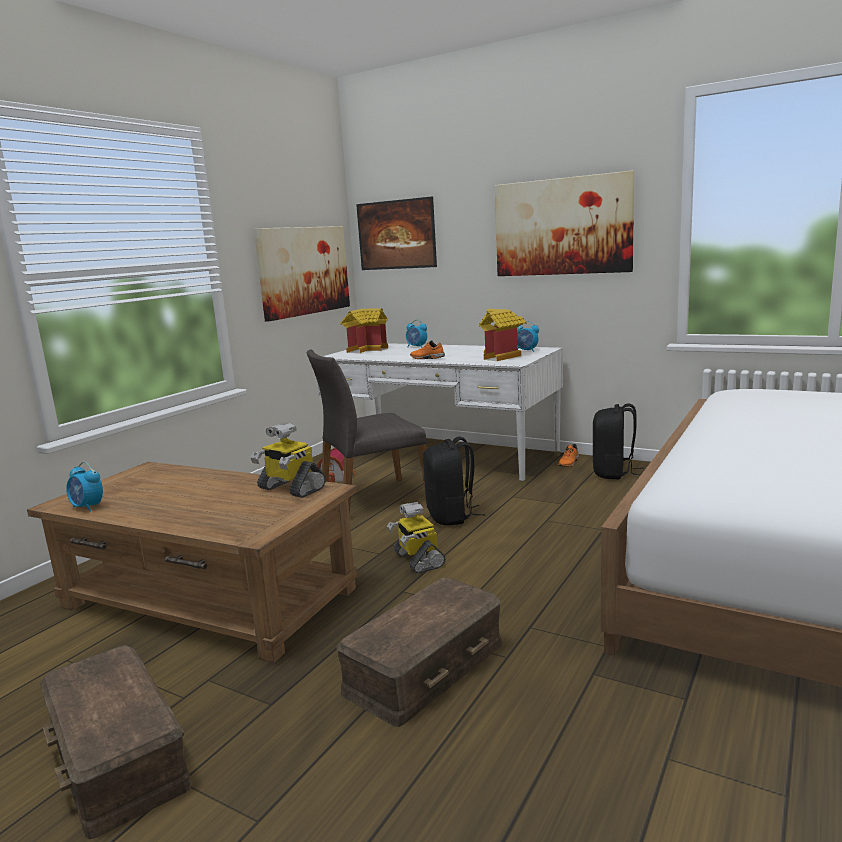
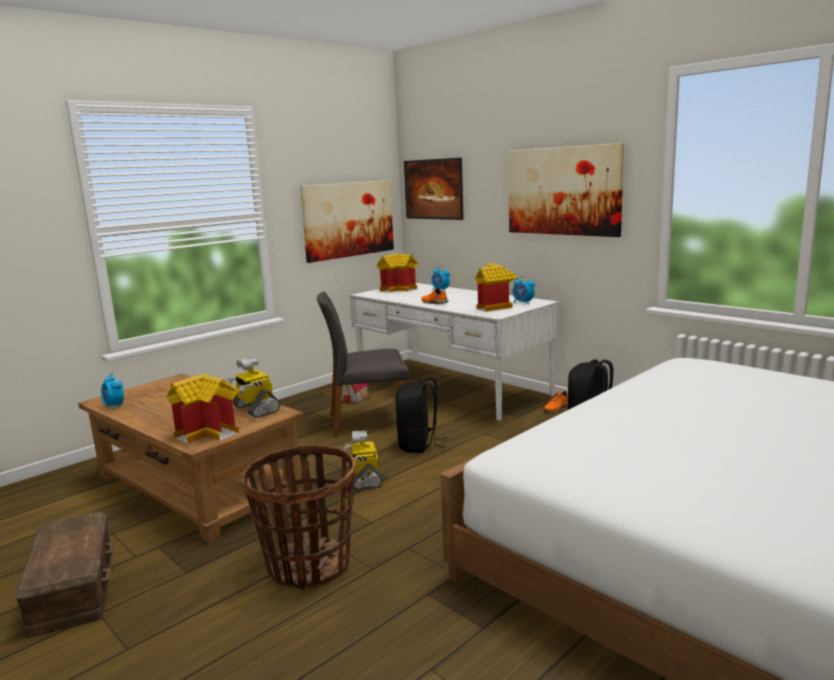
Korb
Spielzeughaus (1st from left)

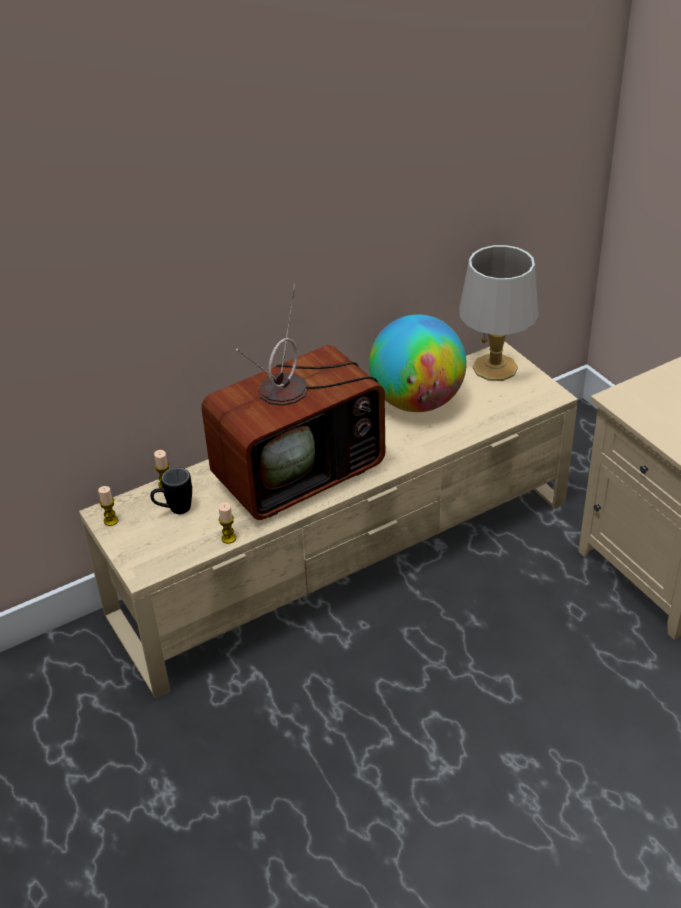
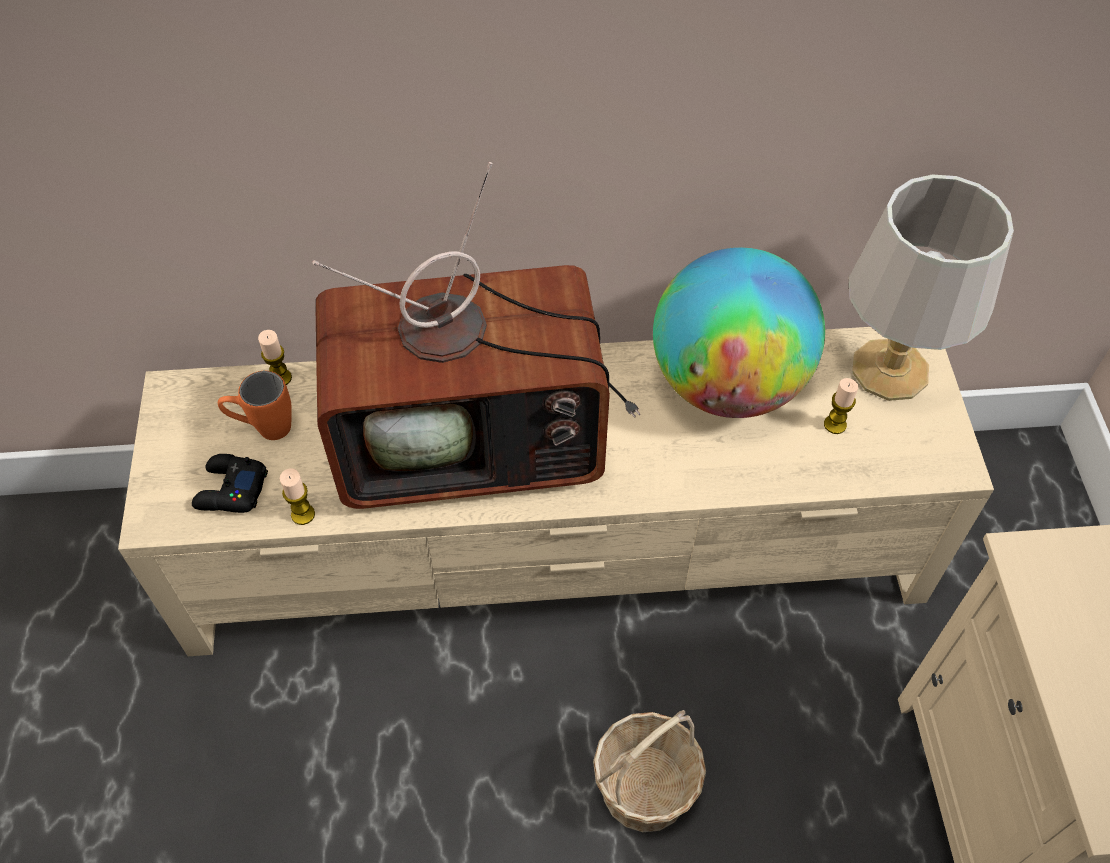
Kerze (3rd from left)
Henkelbecher/orange
Gamepad/schwarz
Korb

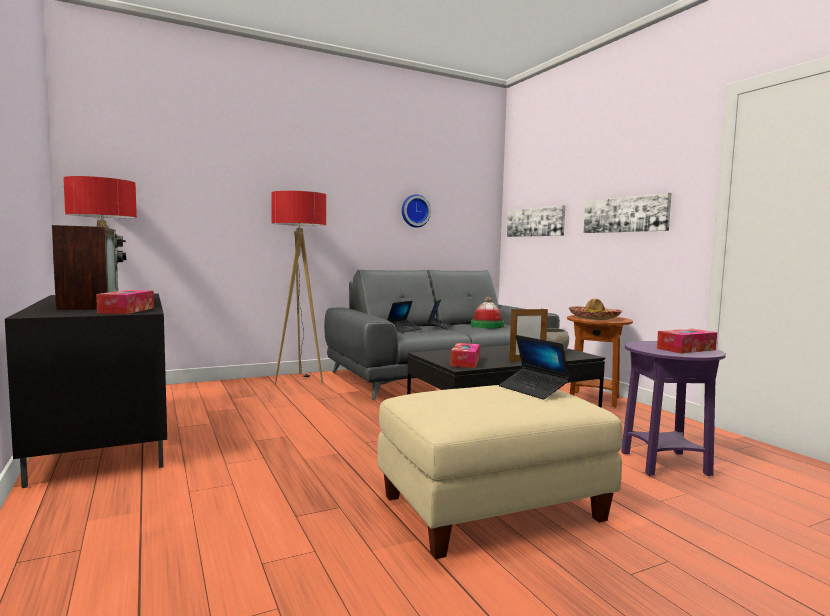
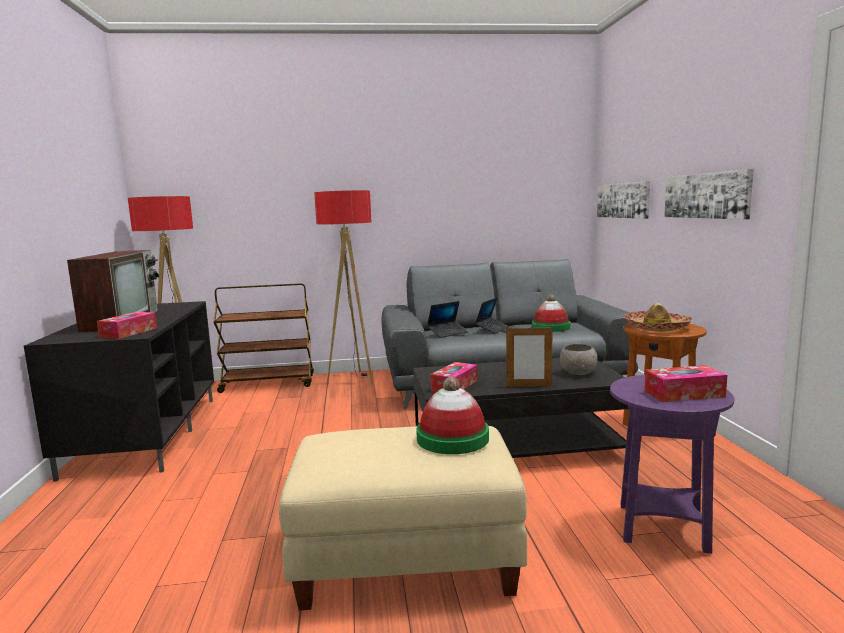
Wanduhr
Hut (1st from left)
Rollwagen/braun

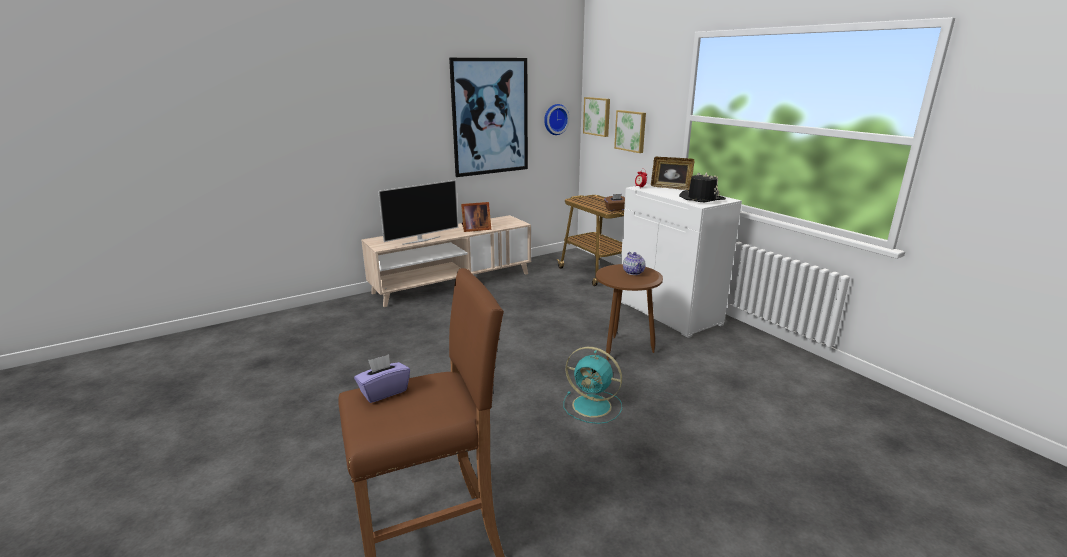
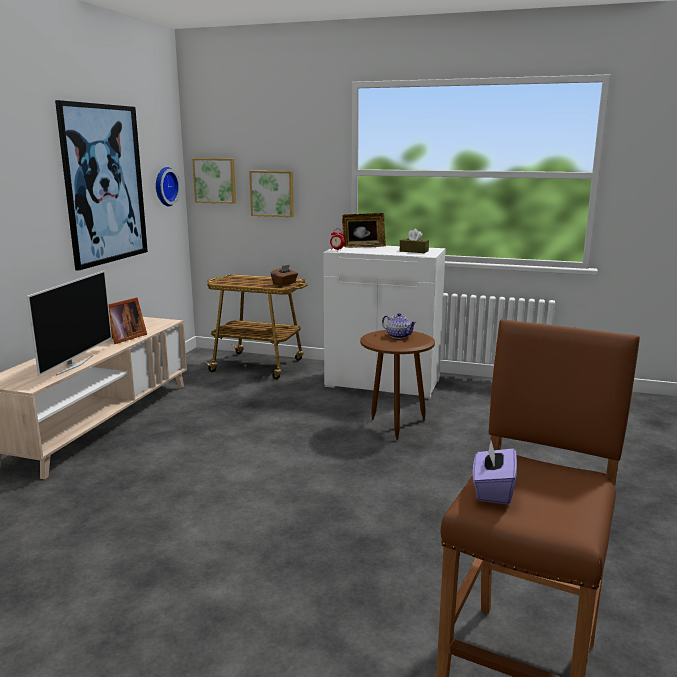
Ventilator/türkis
Taschentuchbox/braun (2nd from left)

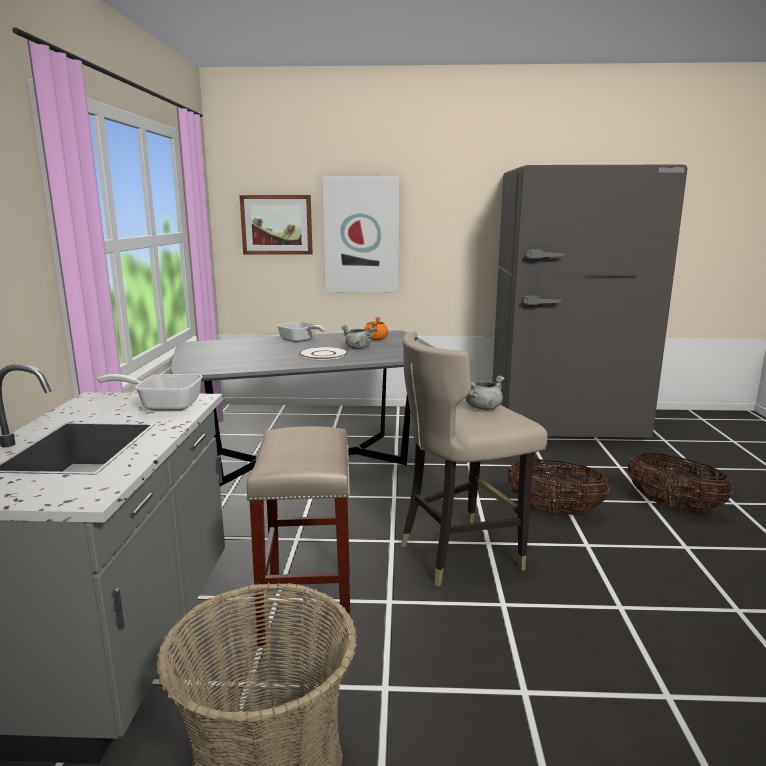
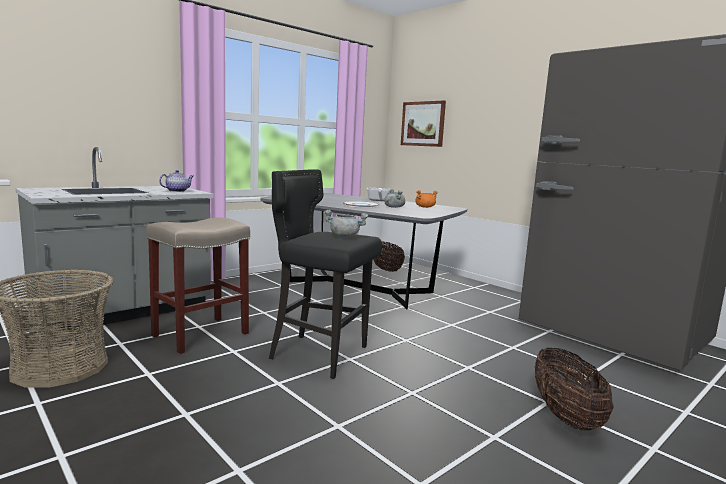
Teekanne
Bild (2nd from left in the first image)
Hocker/schwarz
Korb (2nd from left)

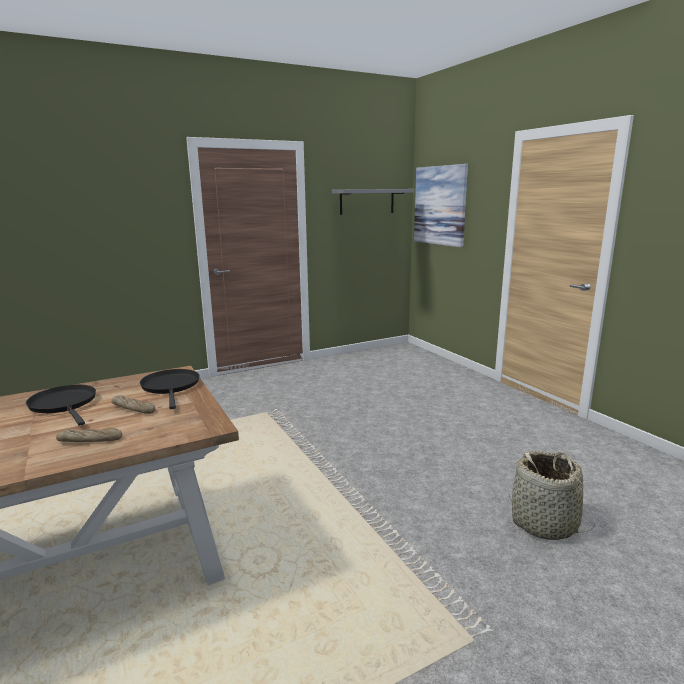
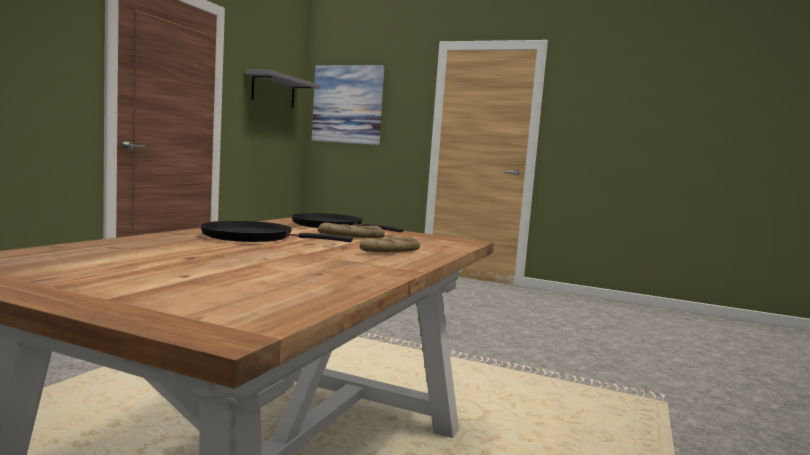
Korb

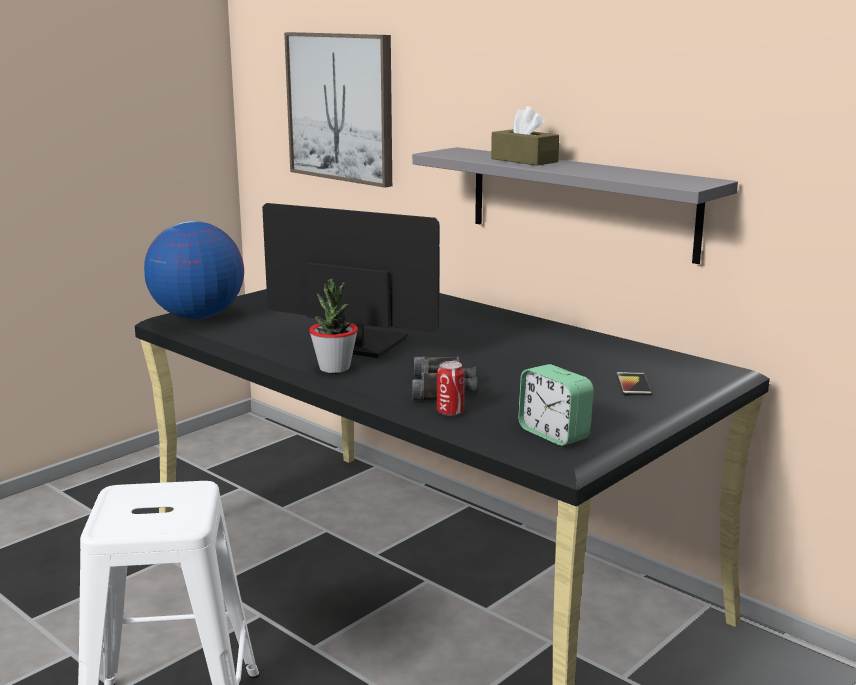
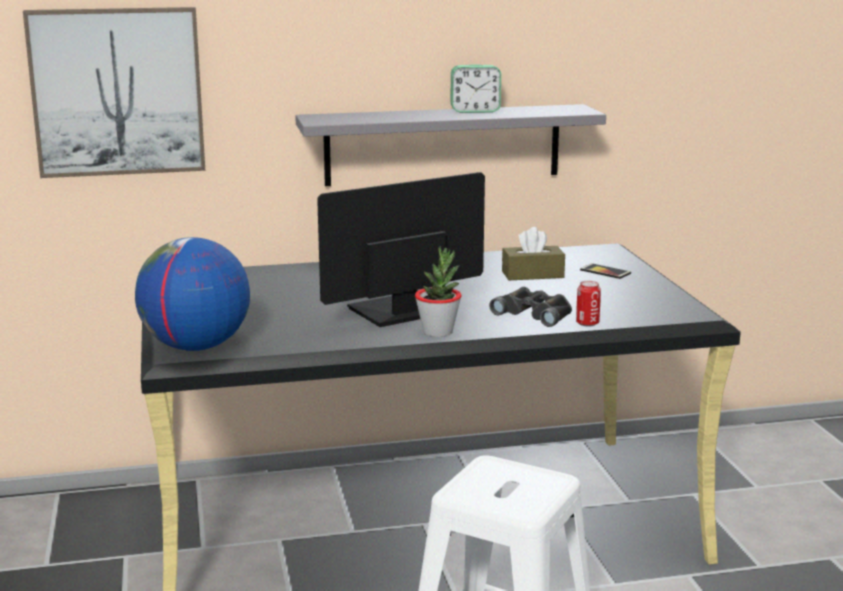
Taschentuchbox/braun
Wecker

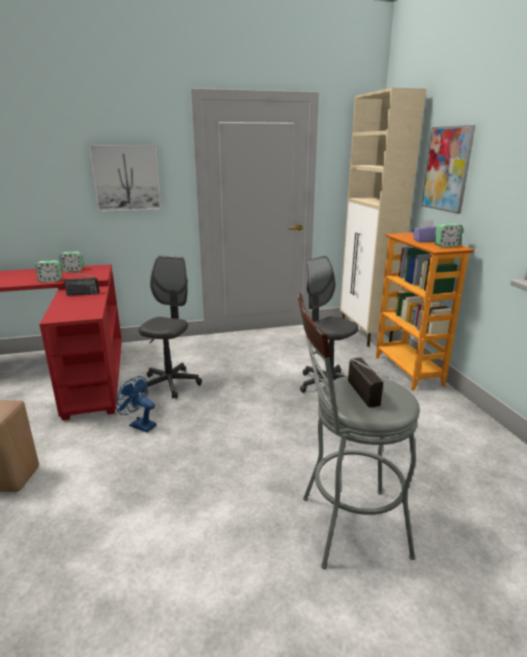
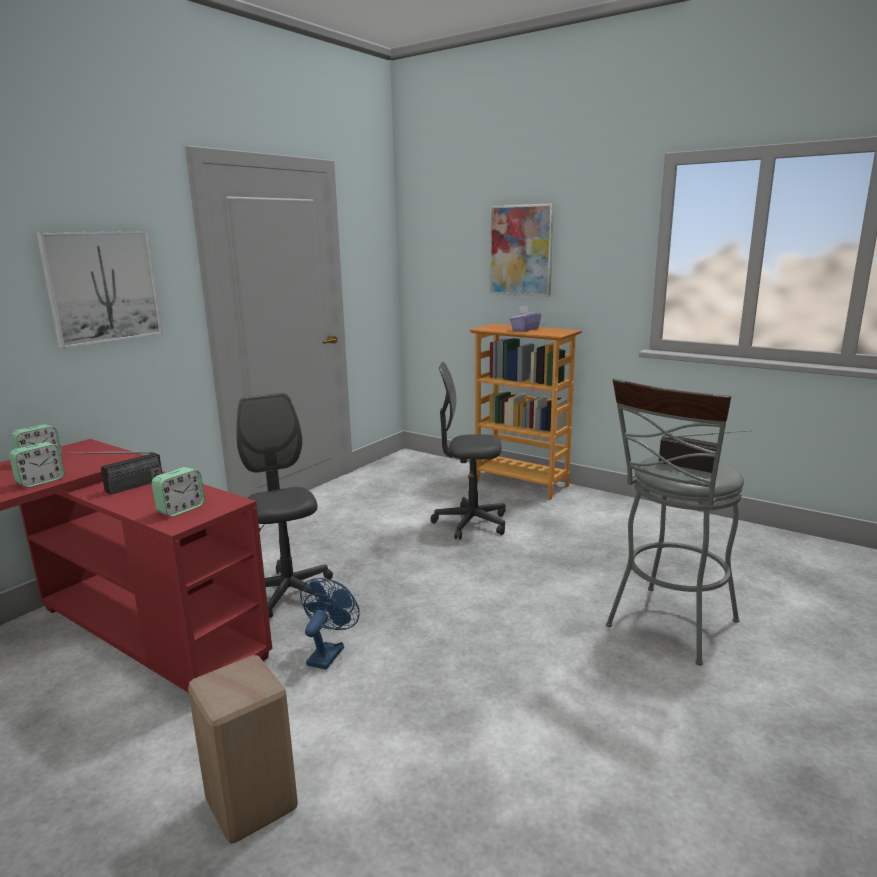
Ventilator/blau
Schrank/beige
Wecker (3rd from left)

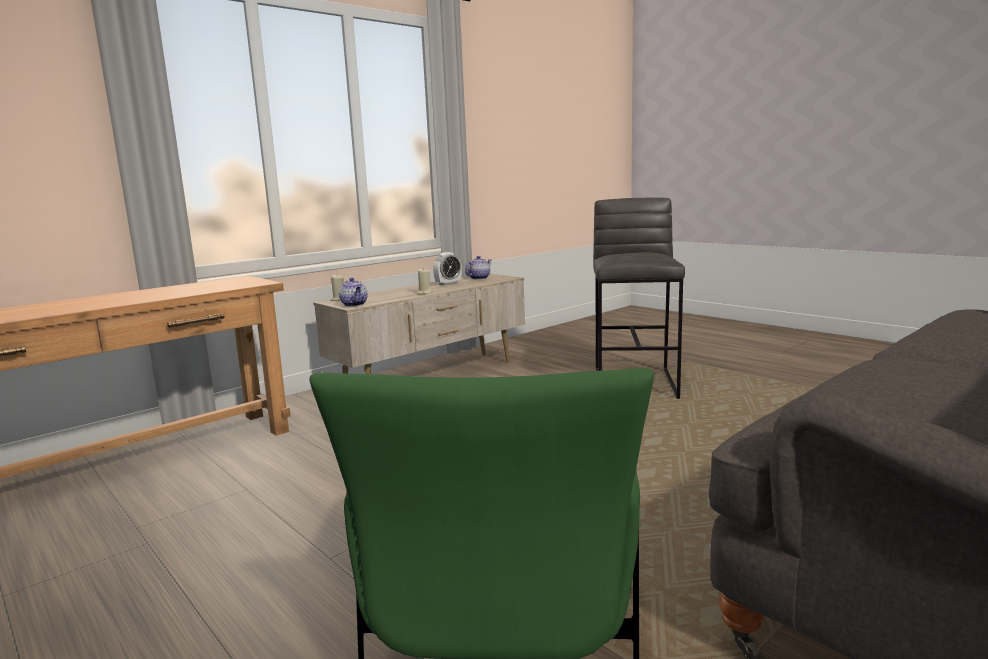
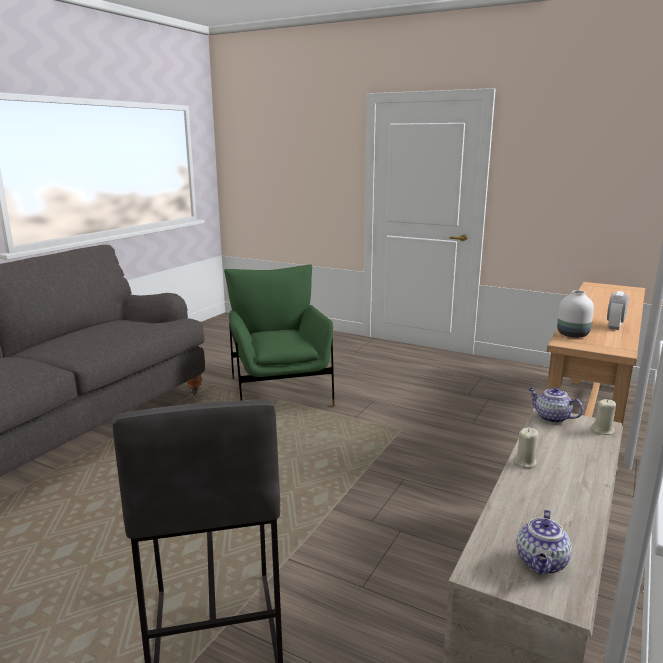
Wecker
Vase/weiß

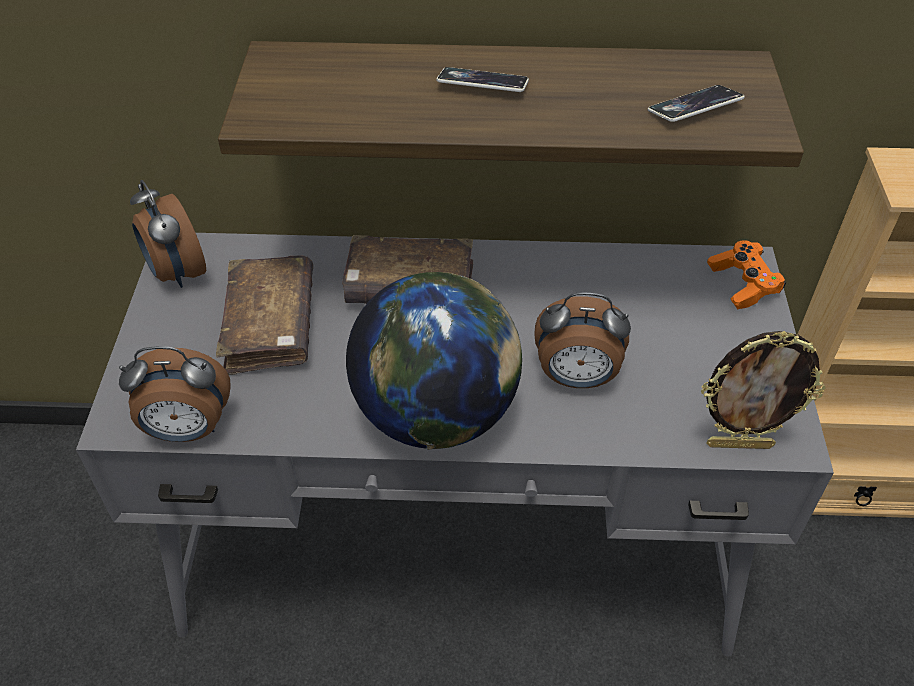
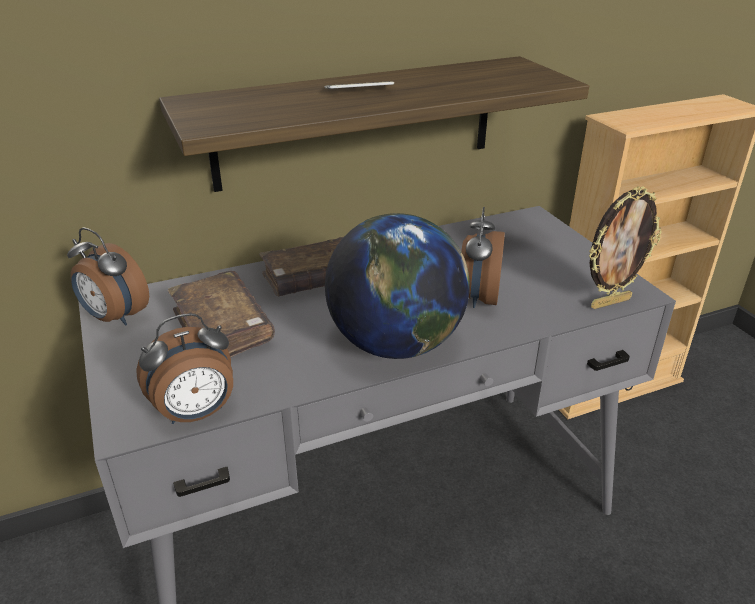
Wecker (3rd from left)
Handy (2nd from left in the first image)
Gamepad/orange

